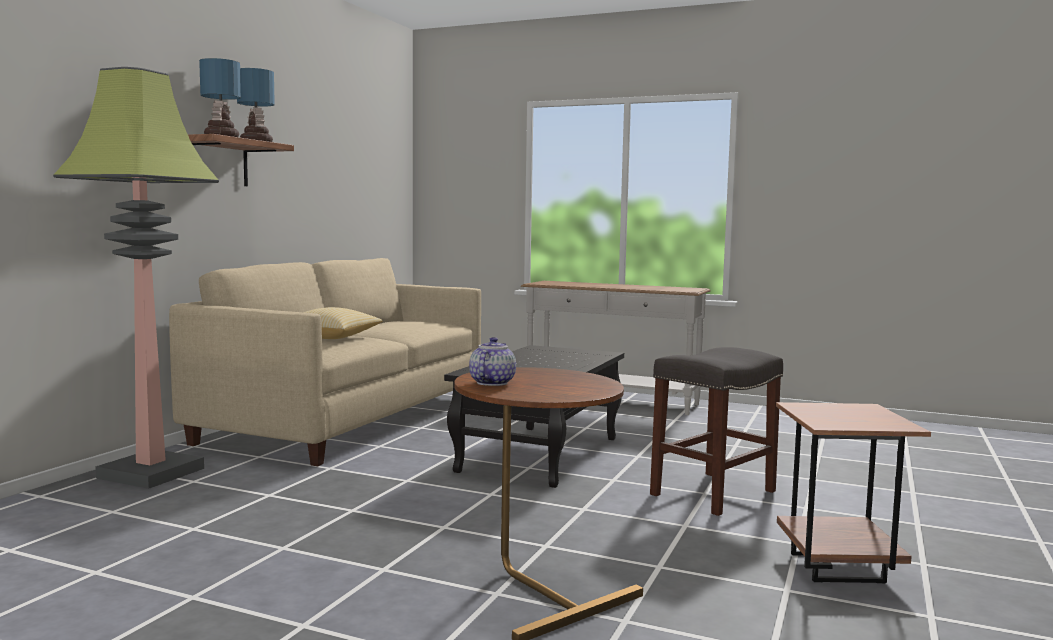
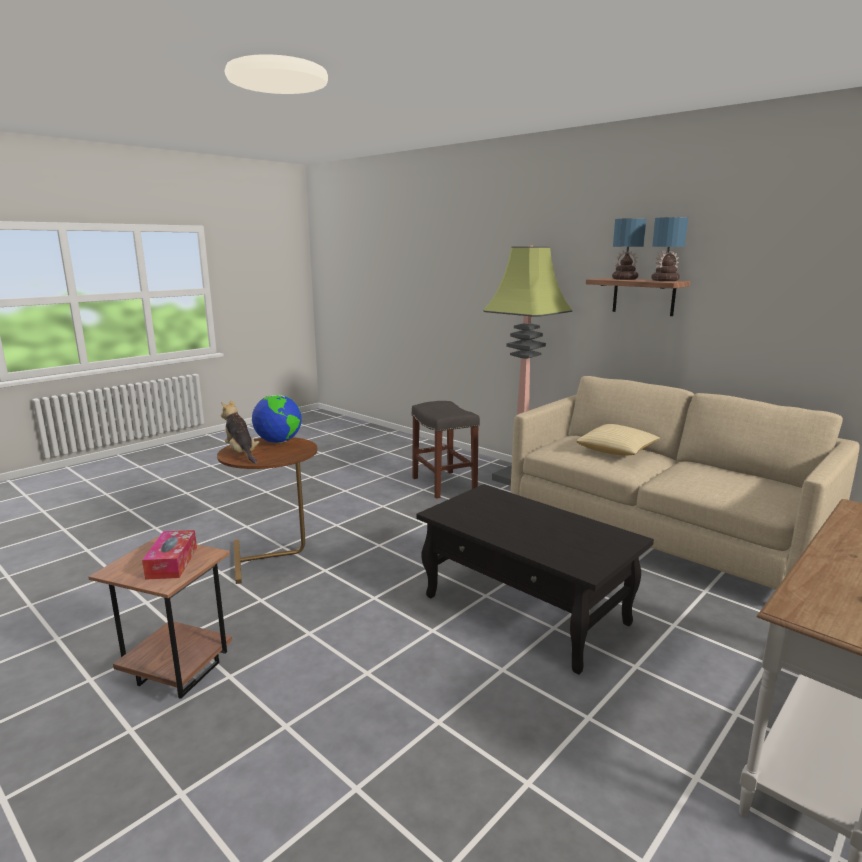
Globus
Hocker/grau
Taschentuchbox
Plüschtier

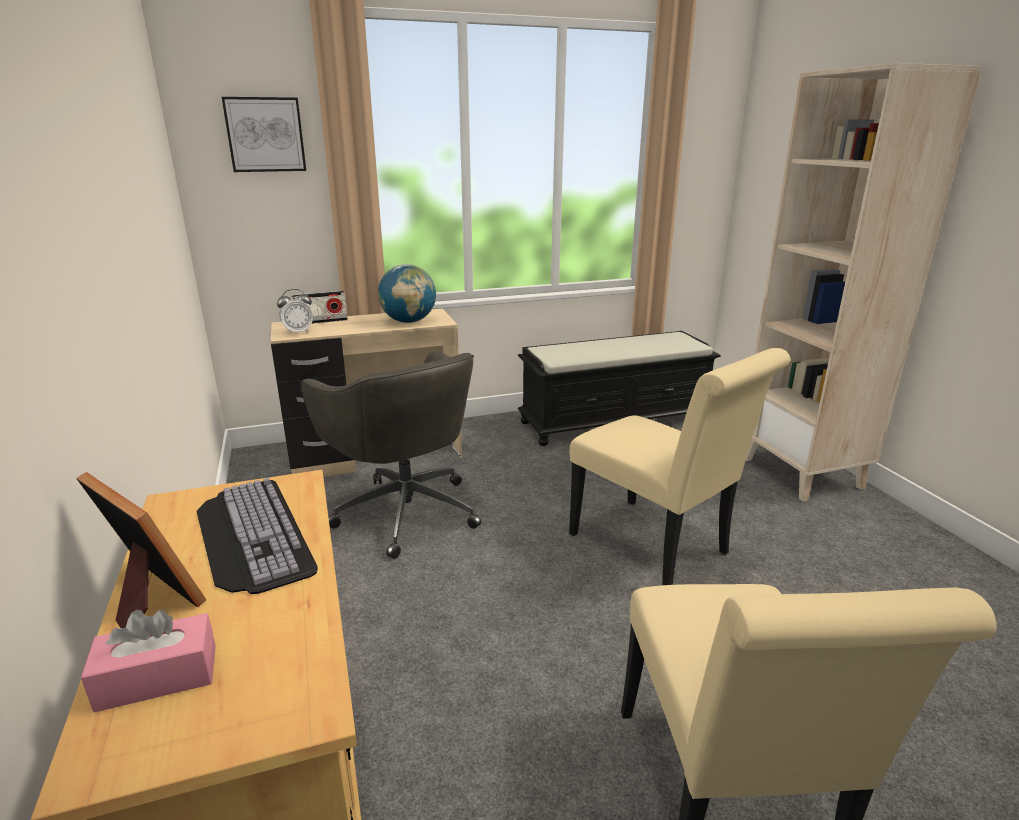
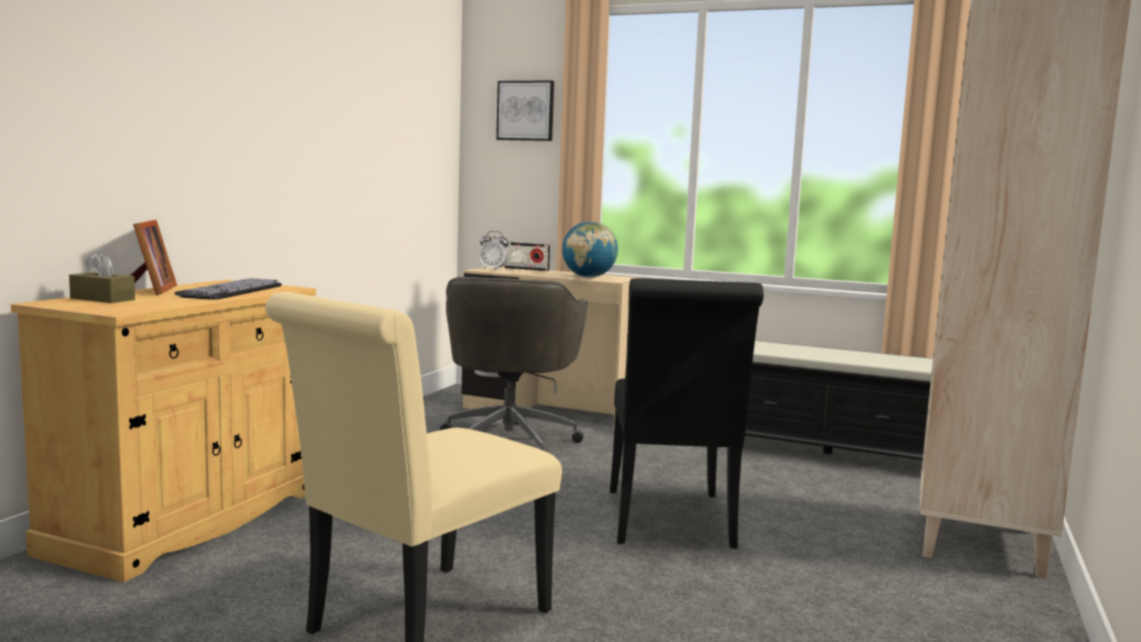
Taschentuchbox/braun
Stuhl/schwarz

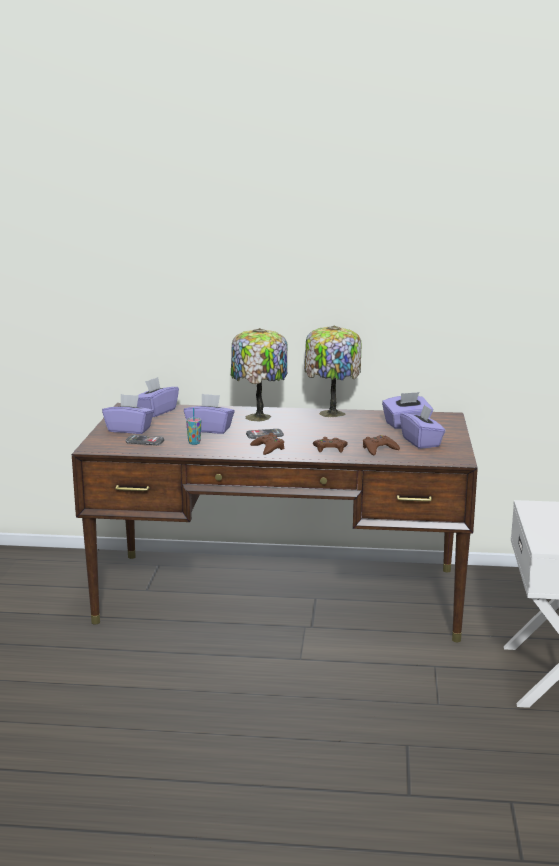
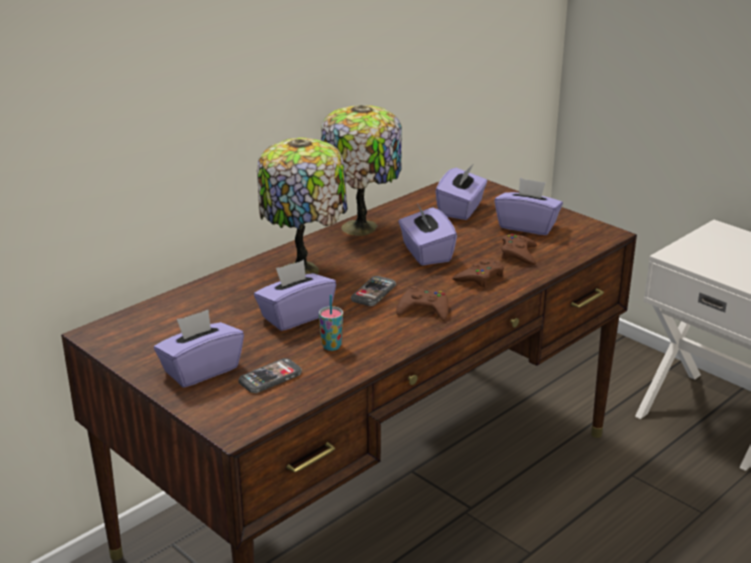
Taschentuchbox/lila (3rd from left)

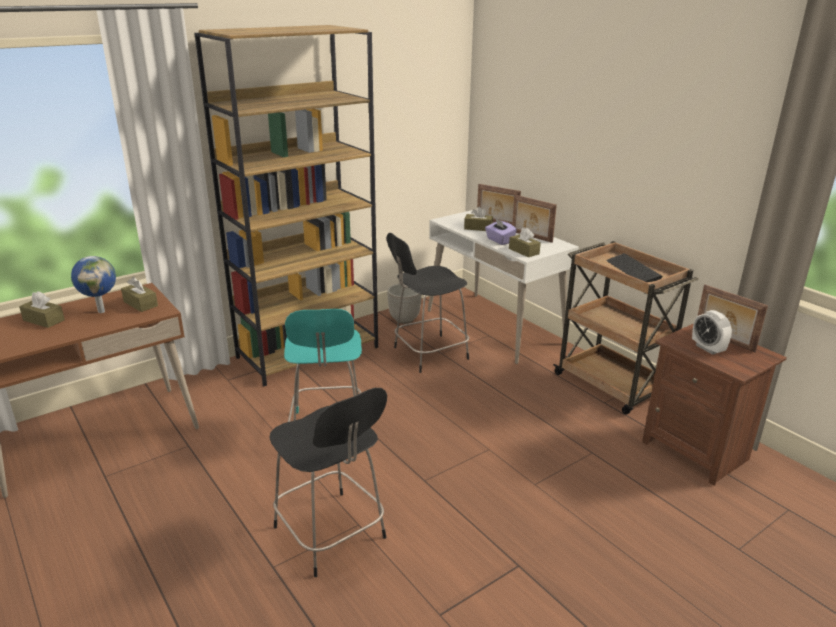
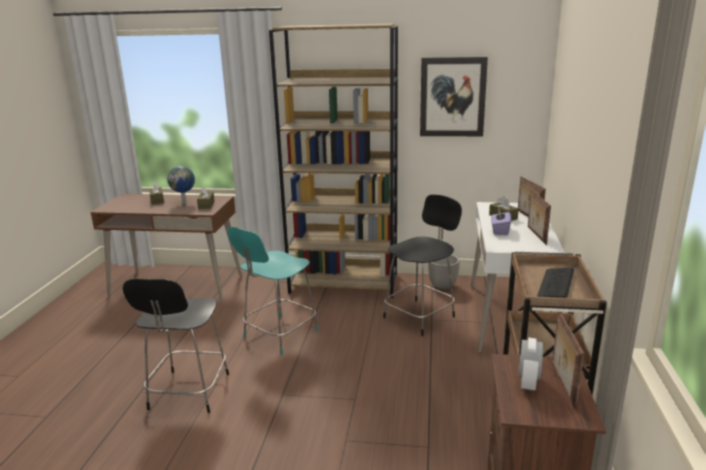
Stuhl/schwarz (2nd from left)
Taschentuchbox/braun (4th from left in the first image)
Bild

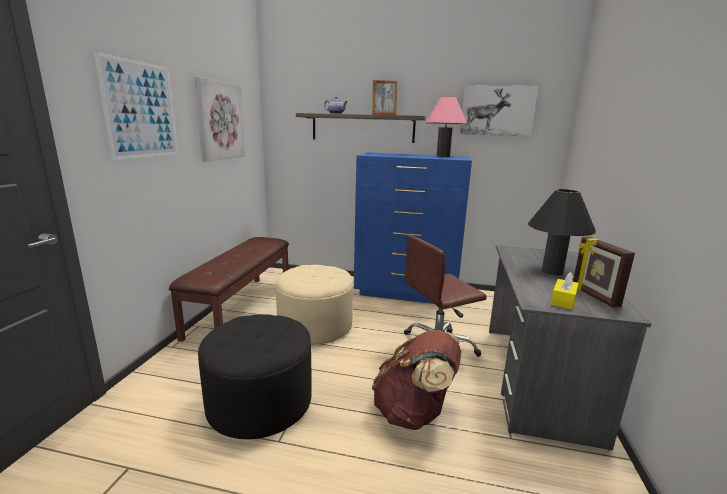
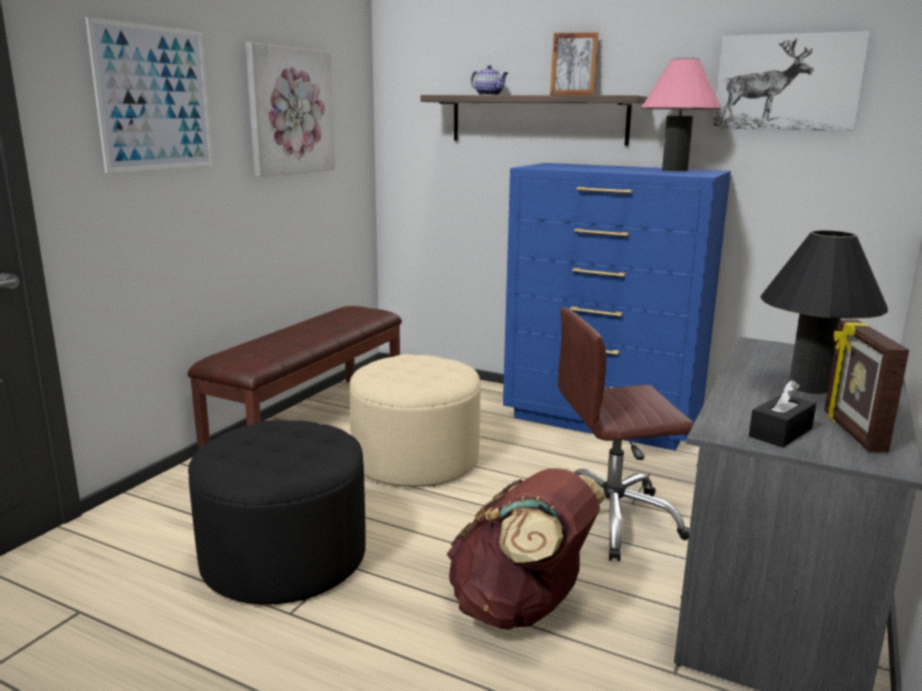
Taschentuchbox/schwarz

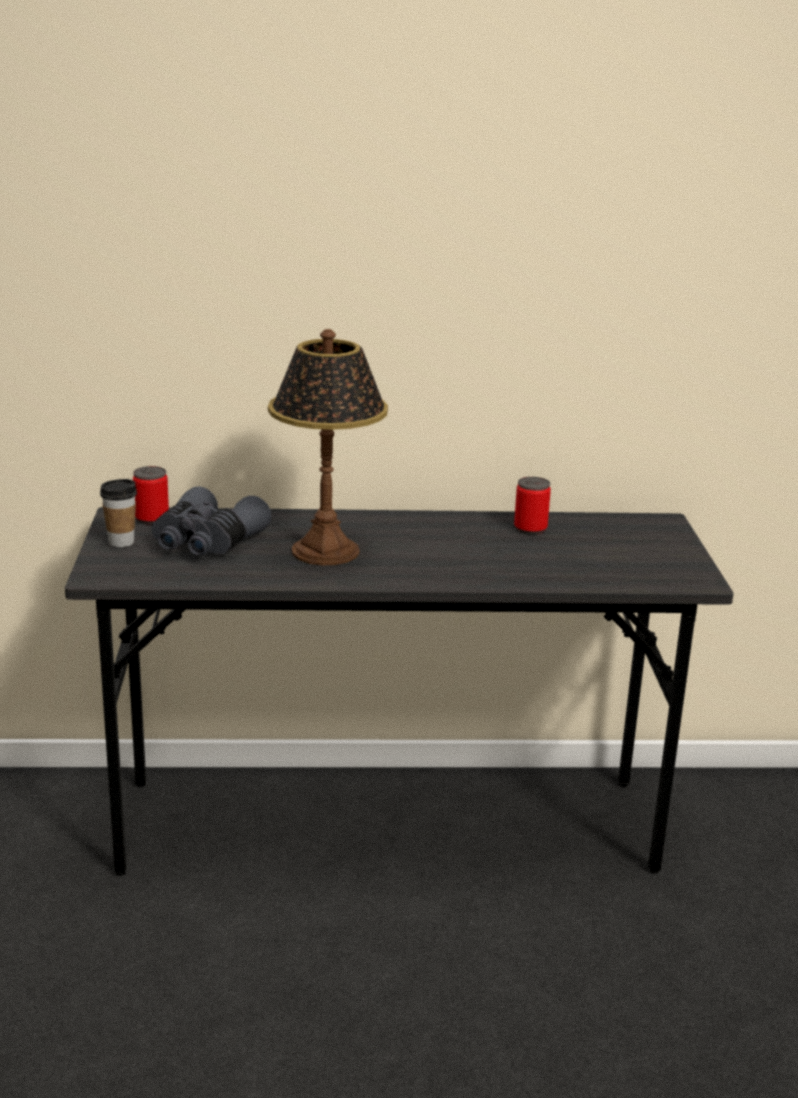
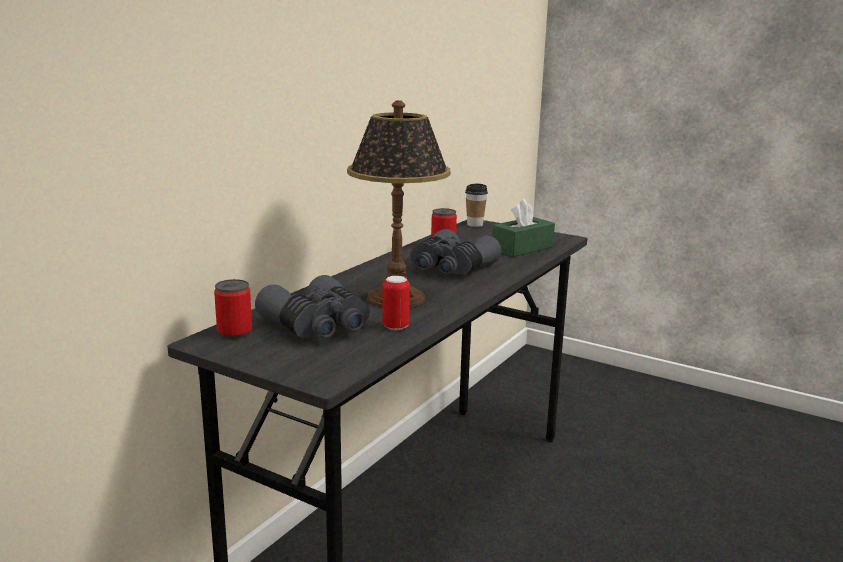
Tasse
Dose (2nd from left)
Fernglas/grau (2nd from left)
Taschentuchbox/grün

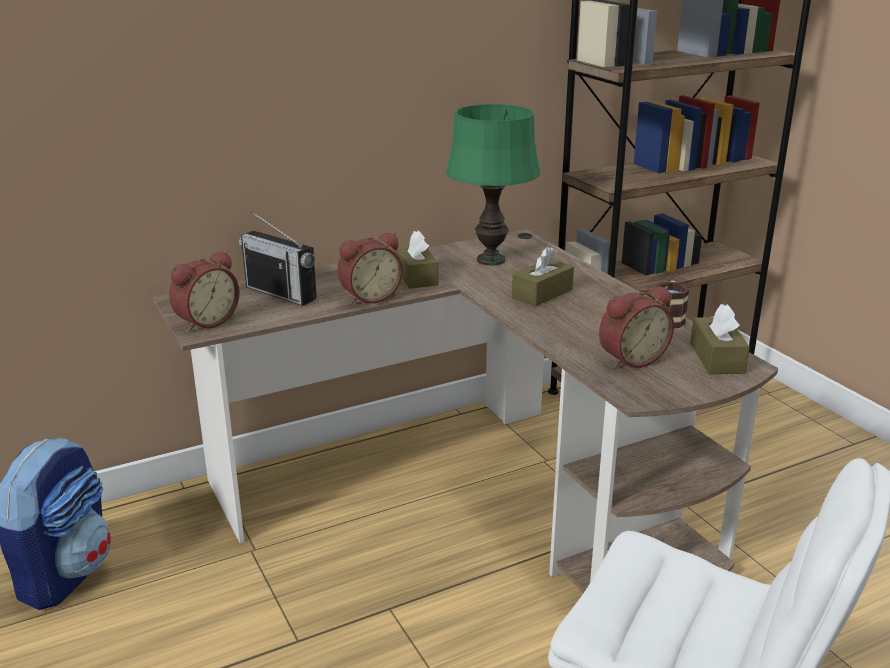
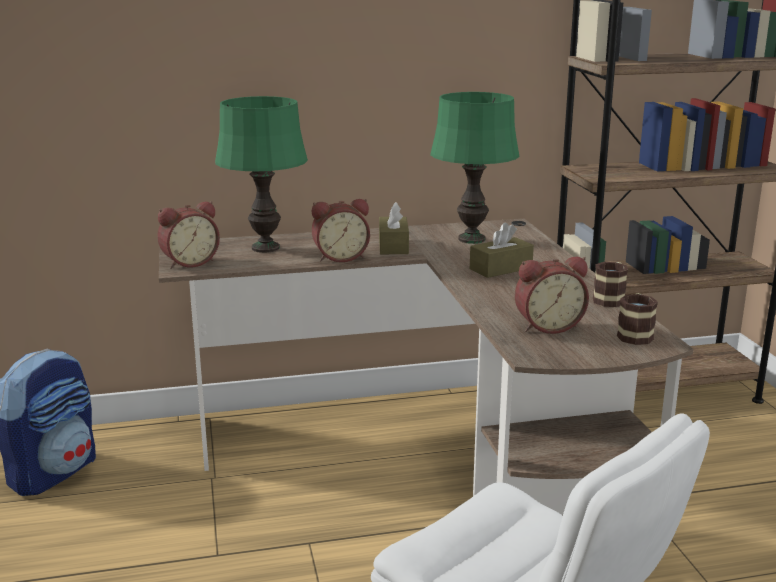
Tischlampe/grün (1st from left)
Henkelbecher (2nd from left)

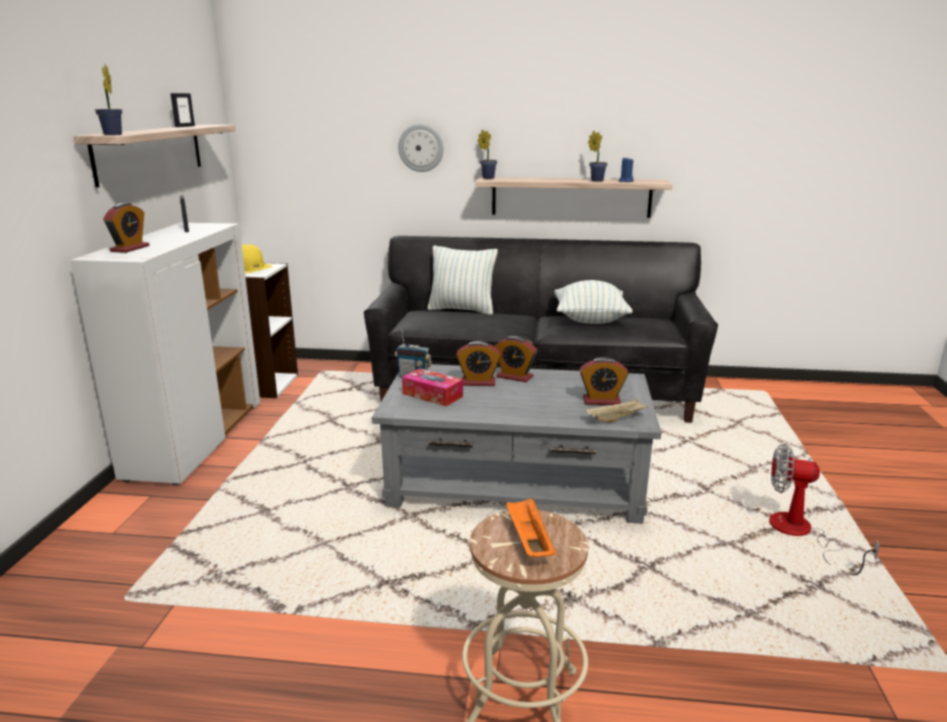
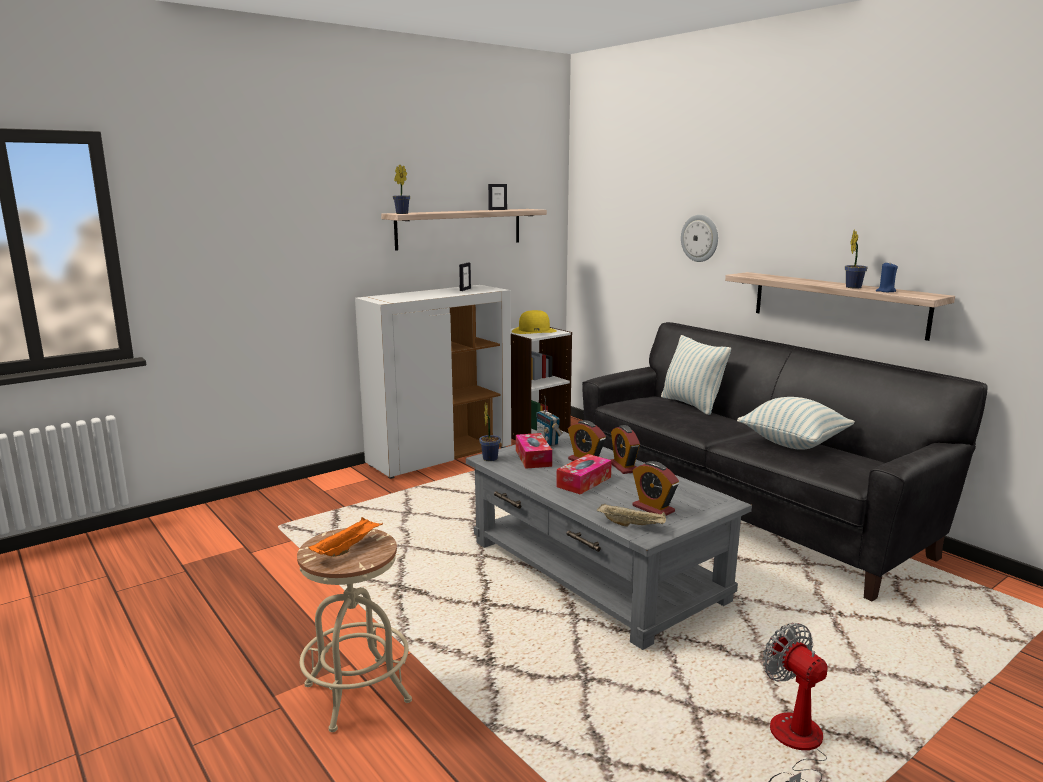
Wecker (1st from left in the first image)
Topfpflanze (2nd from left)
Taschentuchbox (2nd from left)

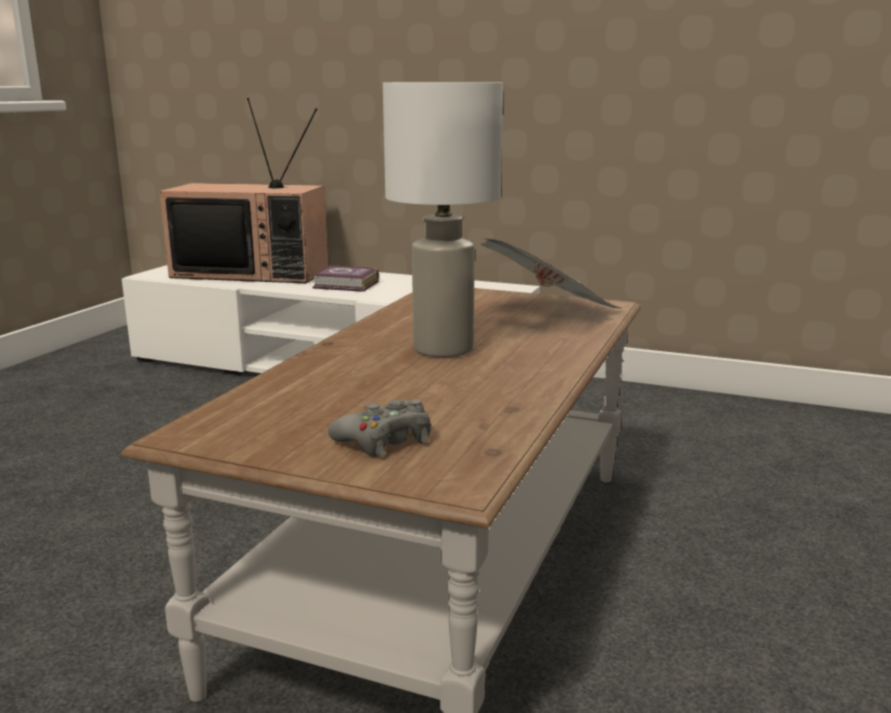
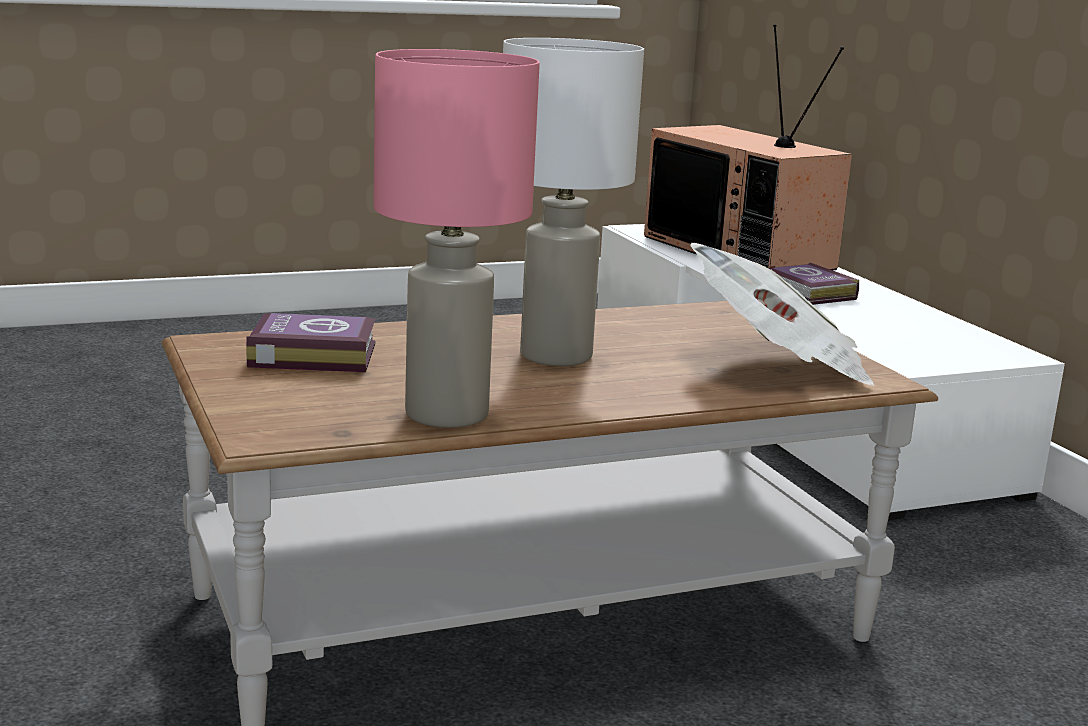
Gamepad/grau
Buch (1st from left)
Tischlampe/rosa

